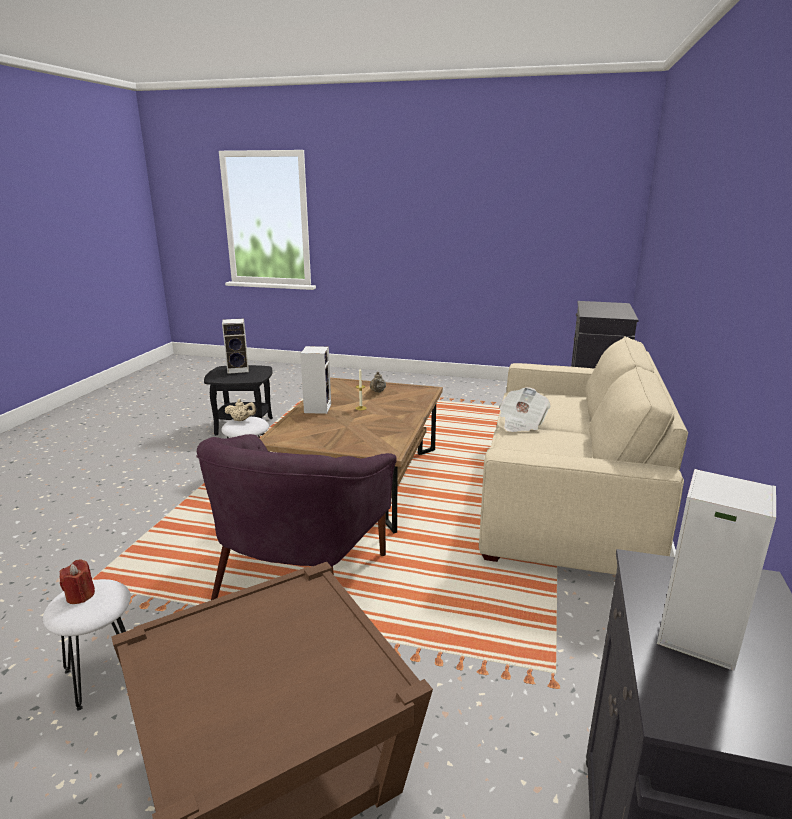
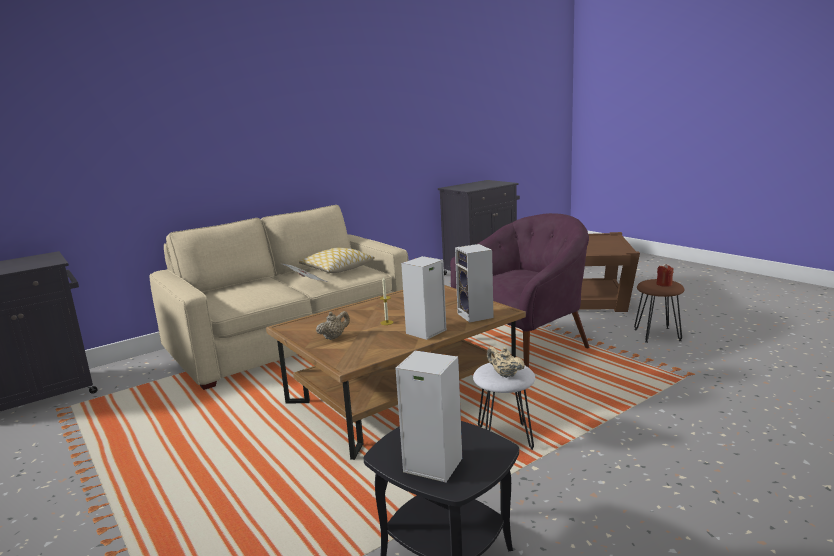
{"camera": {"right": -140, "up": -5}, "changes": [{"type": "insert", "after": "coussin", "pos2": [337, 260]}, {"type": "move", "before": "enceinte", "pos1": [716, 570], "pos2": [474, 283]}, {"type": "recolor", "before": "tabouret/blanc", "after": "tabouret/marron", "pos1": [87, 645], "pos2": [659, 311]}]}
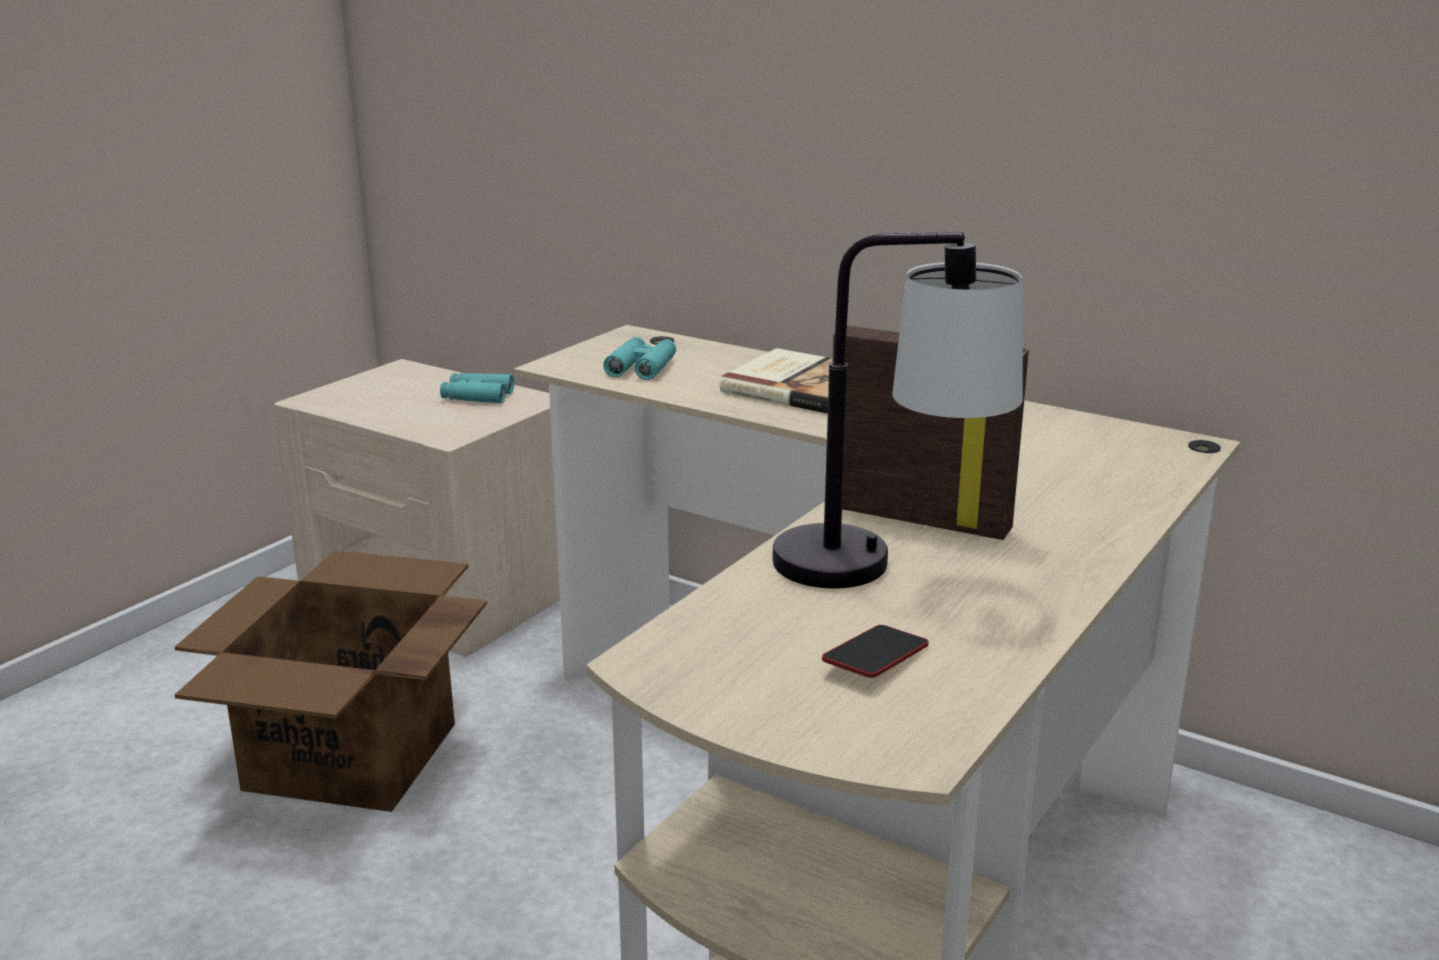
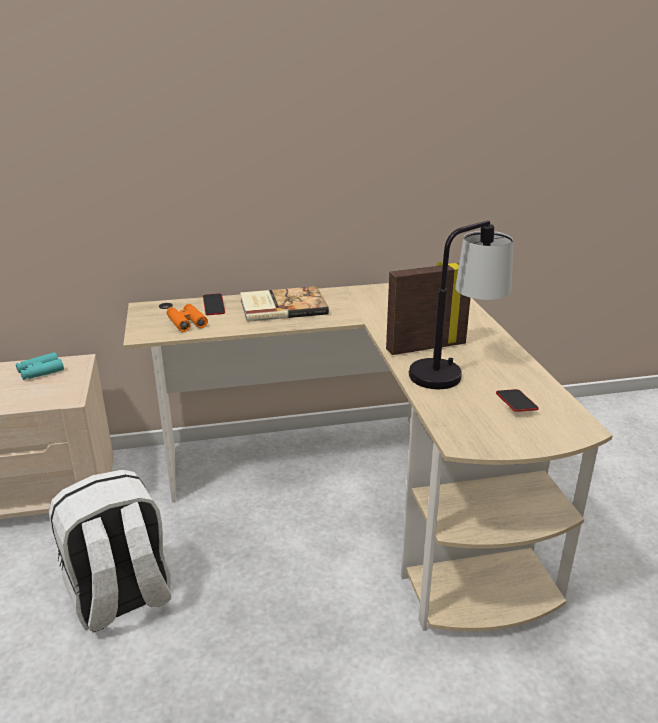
{"camera": {"right": -45, "up": 5}, "changes": [{"type": "replace", "before": "carton", "after": "sac à dos/blanc", "pos1": [331, 681], "pos2": [110, 551]}, {"type": "recolor", "before": "jumelles/turquoise", "after": "jumelles/orange", "pos1": [639, 358], "pos2": [187, 318]}, {"type": "insert", "after": "téléphone", "pos2": [214, 304]}]}
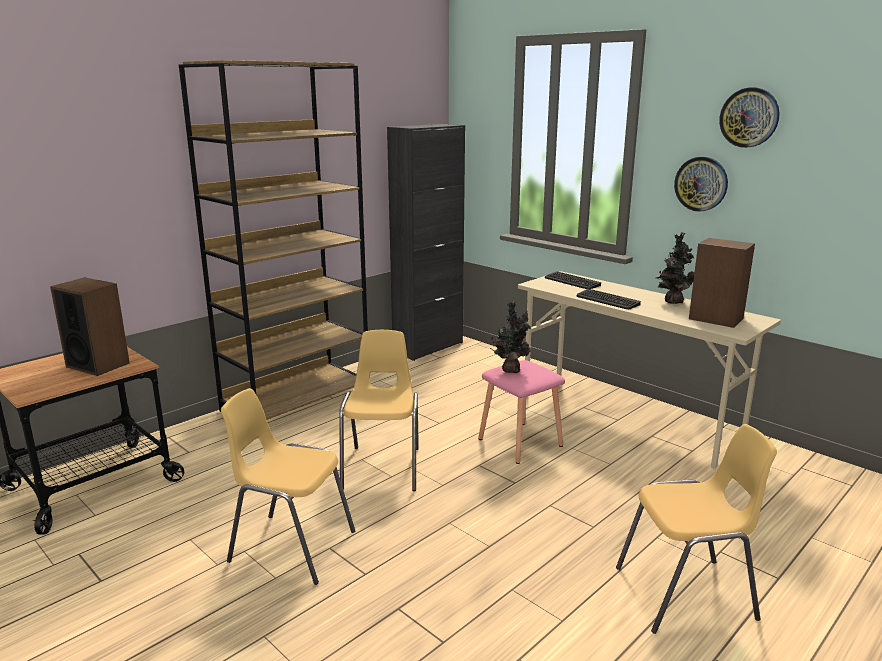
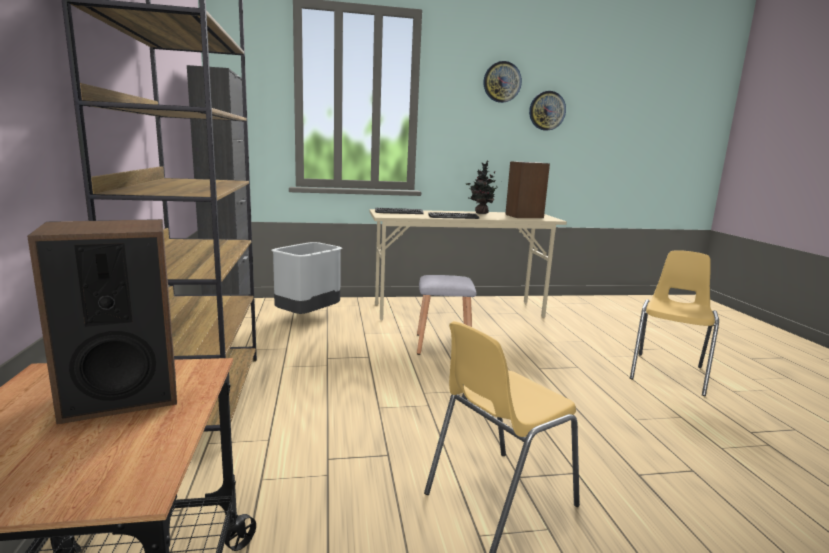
{"camera": {"right": -55, "up": -5}, "changes": [{"type": "insert", "after": "poubelle/gris", "pos2": [306, 278]}, {"type": "recolor", "before": "tabouret/rose", "after": "tabouret/gris", "pos1": [521, 412], "pos2": [446, 315]}, {"type": "move", "before": "horloge murale", "pos1": [701, 184], "pos2": [547, 111]}, {"type": "delete", "before": "chaise/jaune", "pos1": [379, 410]}, {"type": "delete", "before": "plante en pot", "pos1": [510, 337]}]}
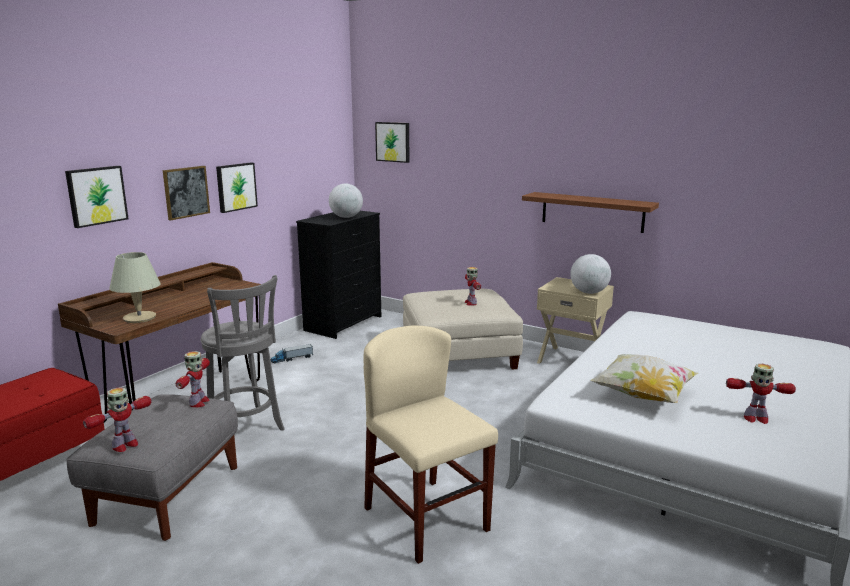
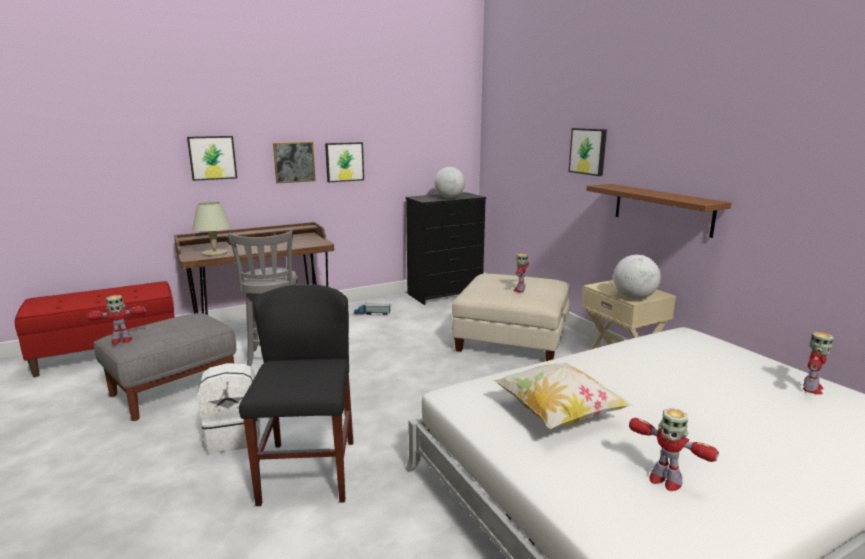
{"camera": {"right": 30, "up": 0}, "changes": [{"type": "insert", "after": "sac à dos/blanc", "pos2": [228, 408]}, {"type": "recolor", "before": "chaise/beige", "after": "chaise/noir", "pos1": [431, 444], "pos2": [296, 395]}, {"type": "move", "before": "tableau", "pos1": [392, 142], "pos2": [588, 152]}, {"type": "move", "before": "robot jouet", "pos1": [193, 379], "pos2": [818, 363]}]}
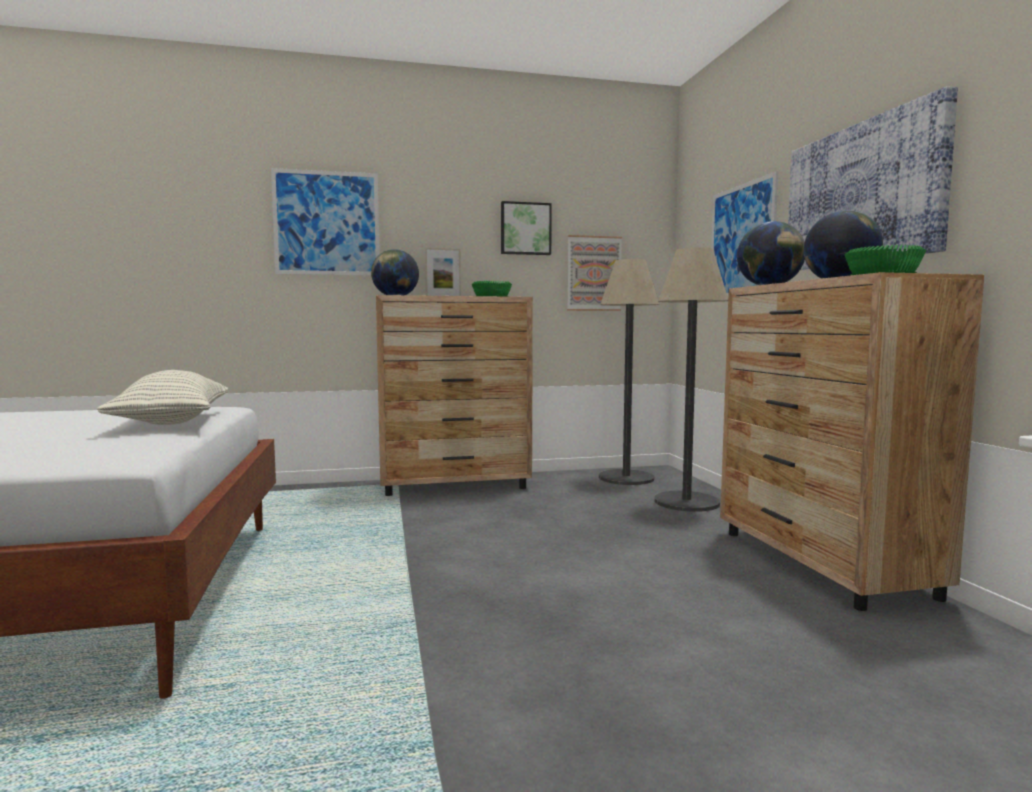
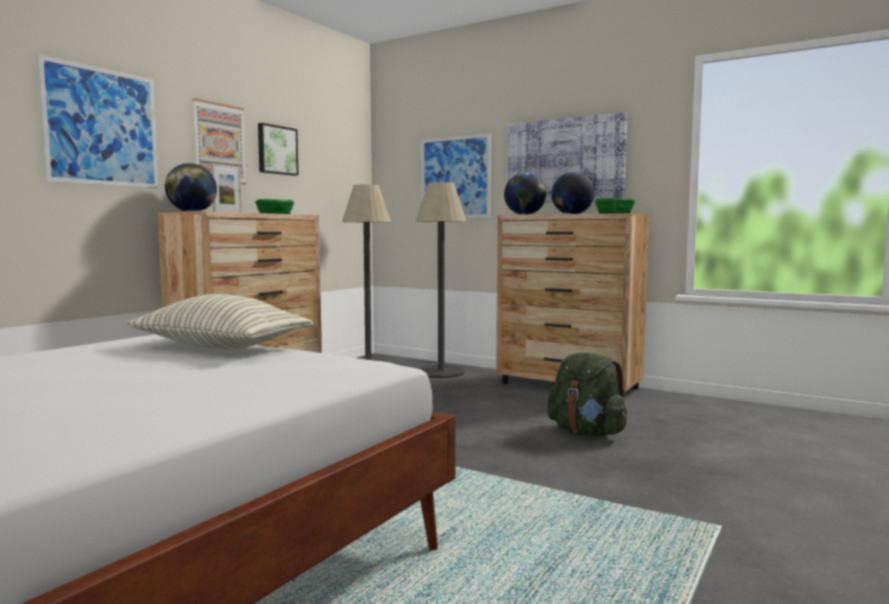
{"camera": {"right": -45, "up": 0}, "changes": [{"type": "move", "before": "tableau", "pos1": [594, 273], "pos2": [219, 141]}, {"type": "insert", "after": "sac à dos/vert", "pos2": [587, 395]}]}
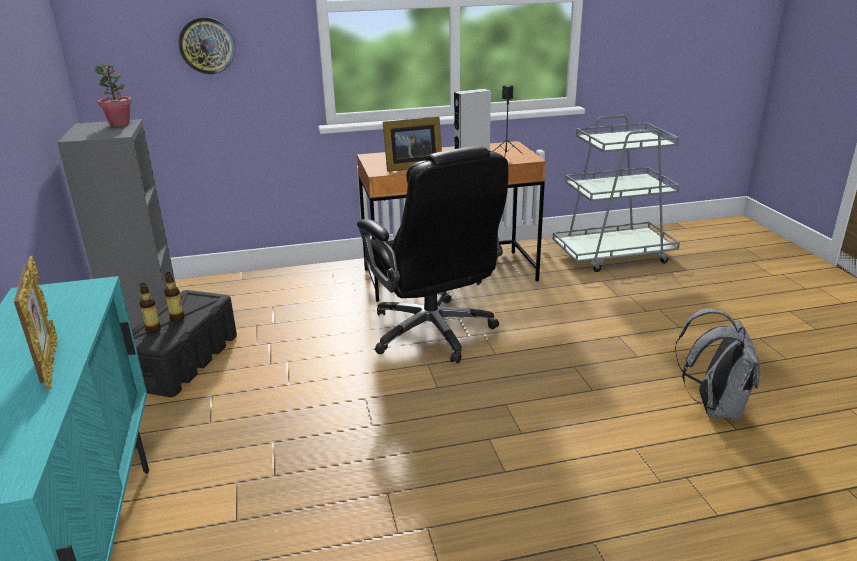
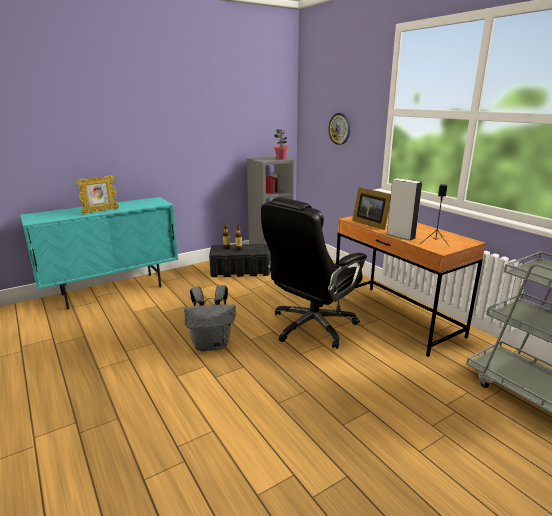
{"camera": {"right": 70, "up": -5}, "changes": [{"type": "move", "before": "sac à dos/gris", "pos1": [717, 364], "pos2": [210, 318]}]}
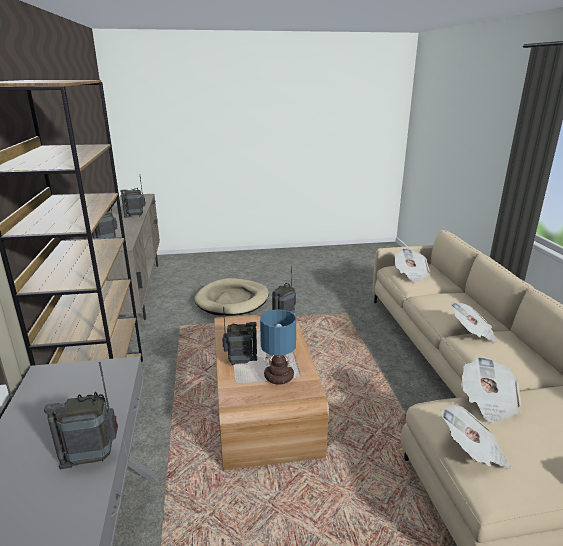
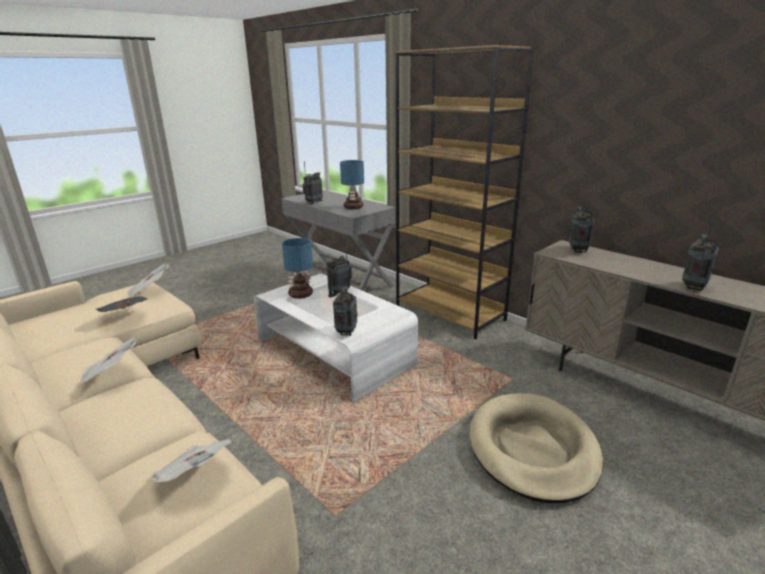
{"camera": {"right": 145, "up": 0}, "changes": [{"type": "recolor", "before": "table basse/marron", "after": "table basse/blanc", "pos1": [271, 391], "pos2": [336, 337]}, {"type": "insert", "after": "lampe de table", "pos2": [352, 184]}]}
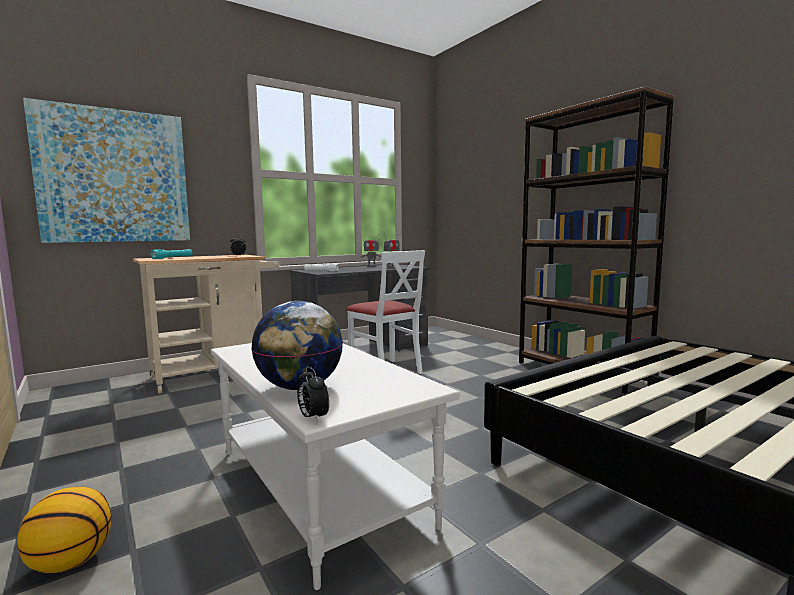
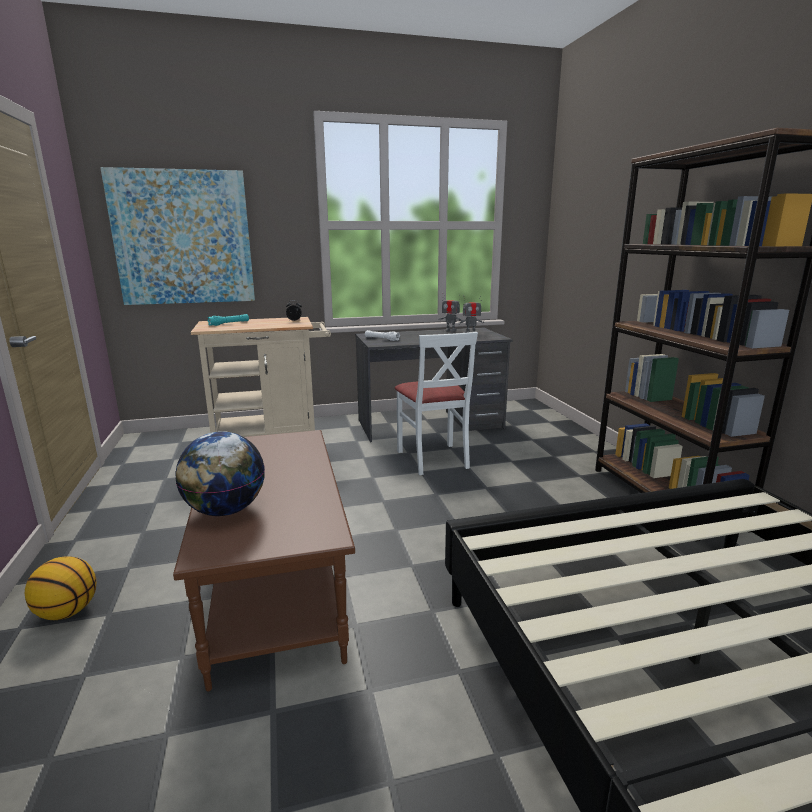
{"camera": {"right": 20, "up": 10}, "changes": [{"type": "recolor", "before": "table basse/blanc", "after": "table basse/marron", "pos1": [335, 466], "pos2": [264, 561]}, {"type": "delete", "before": "réveil", "pos1": [313, 395]}]}
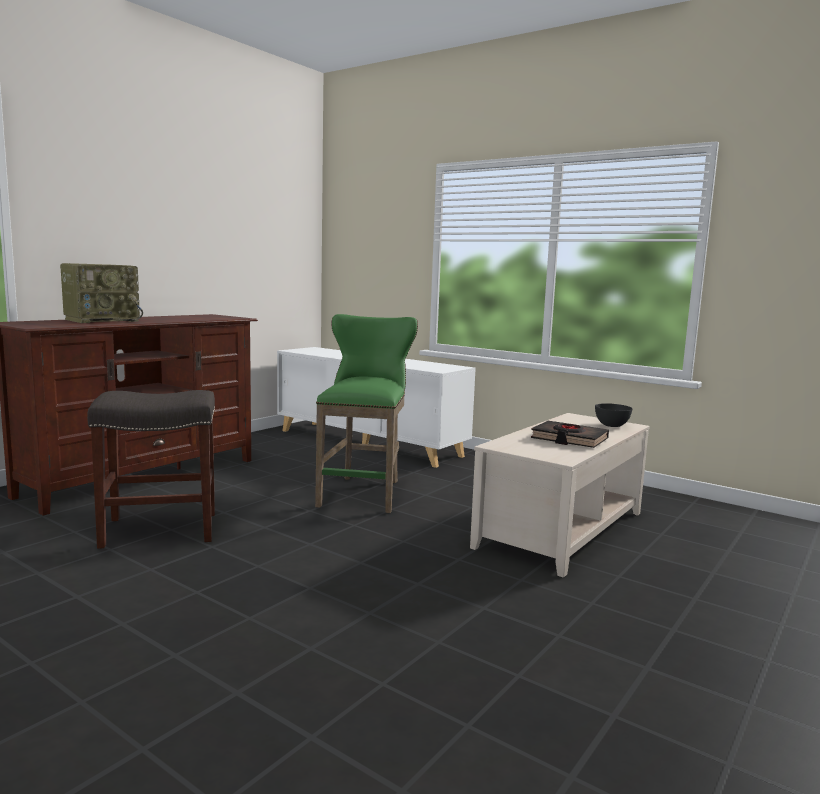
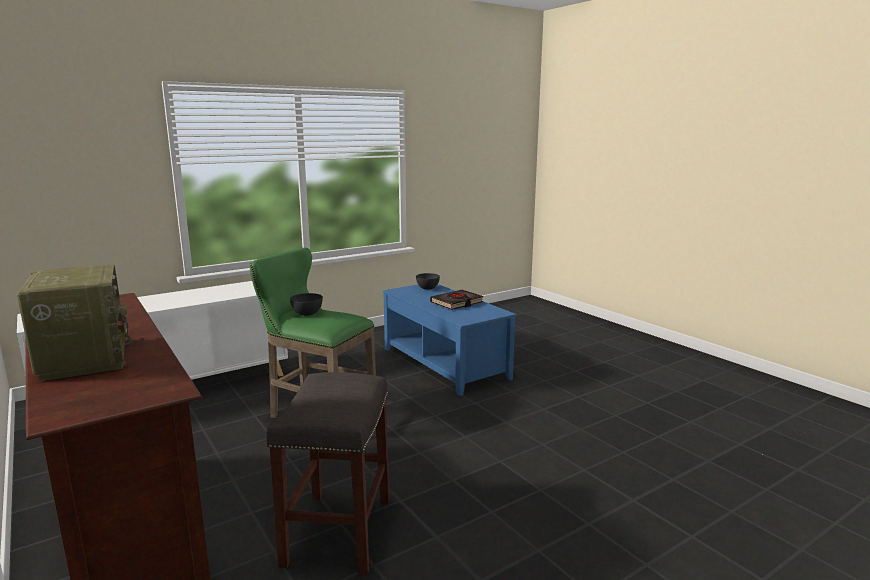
{"camera": {"right": -70, "up": 5}, "changes": [{"type": "insert", "after": "bol/gris", "pos2": [306, 304]}, {"type": "recolor", "before": "table basse/beige", "after": "table basse/bleu", "pos1": [560, 495], "pos2": [449, 340]}]}
